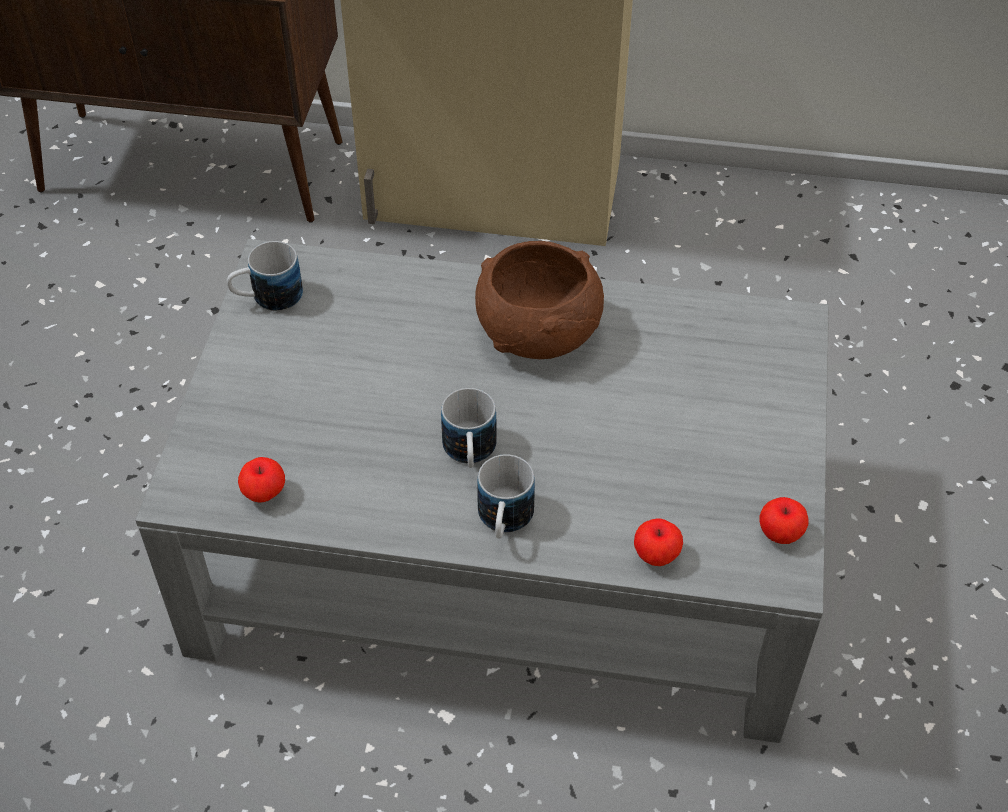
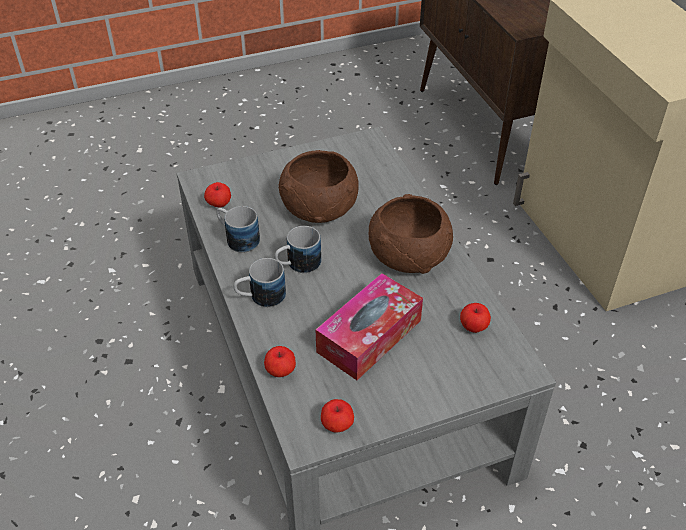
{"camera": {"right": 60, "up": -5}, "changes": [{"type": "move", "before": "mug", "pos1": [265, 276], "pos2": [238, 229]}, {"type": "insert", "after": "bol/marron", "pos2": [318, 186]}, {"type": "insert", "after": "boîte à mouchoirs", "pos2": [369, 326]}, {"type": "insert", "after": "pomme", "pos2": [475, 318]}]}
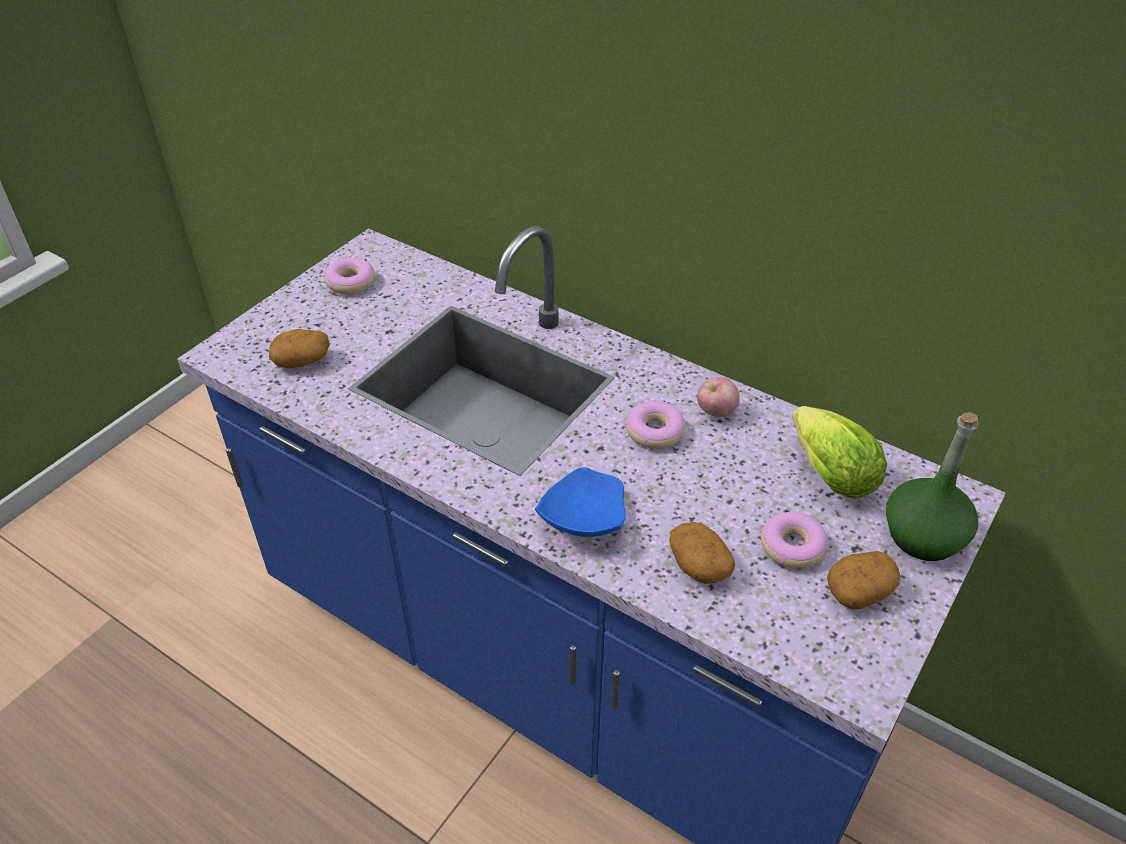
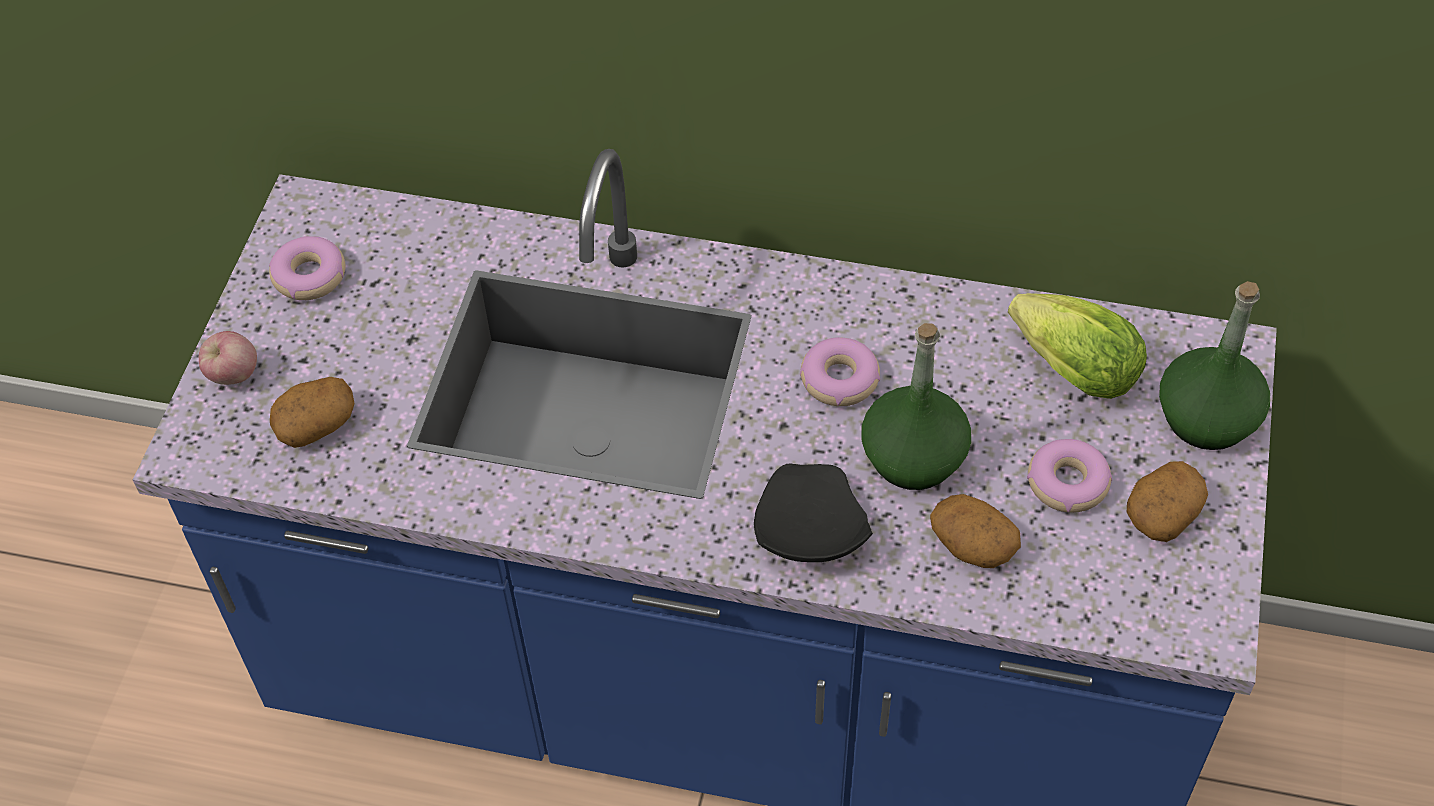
{"camera": {"right": -20, "up": 10}, "changes": [{"type": "move", "before": "pomme", "pos1": [718, 397], "pos2": [228, 358]}, {"type": "recolor", "before": "assiette/bleu", "after": "assiette/noir", "pos1": [580, 502], "pos2": [813, 513]}, {"type": "insert", "after": "bouteille/vert", "pos2": [916, 406]}]}
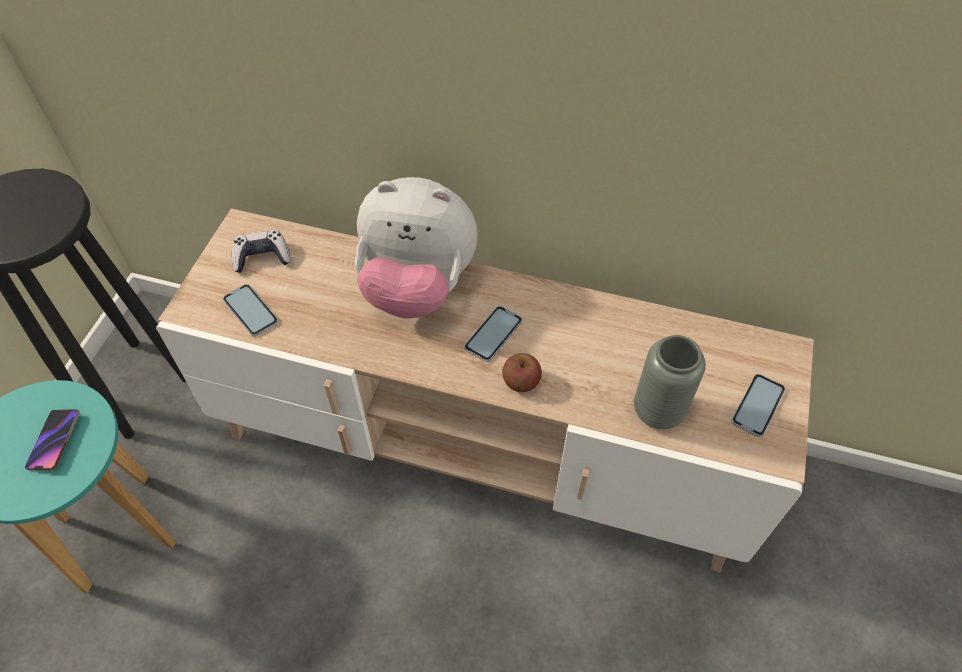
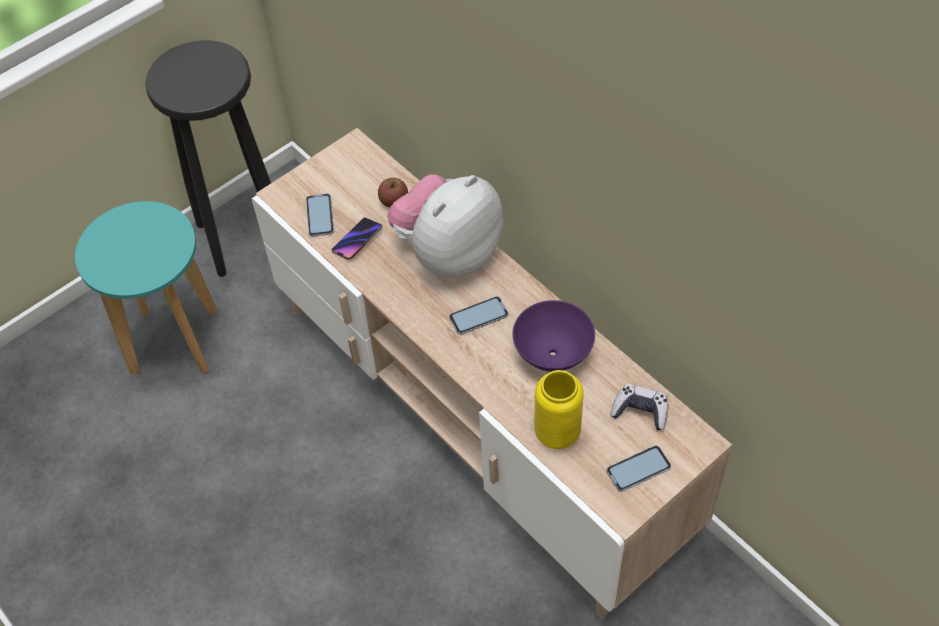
{"camera": {"right": 35, "up": 0}, "changes": [{"type": "move", "before": "téléphone", "pos1": [52, 440], "pos2": [357, 238]}, {"type": "move", "before": "pomme", "pos1": [522, 372], "pos2": [393, 193]}, {"type": "rotate", "before": "peluche", "pos1": [416, 248], "pos2": [445, 225], "turn": 90}, {"type": "insert", "after": "bol/violet", "pos2": [553, 336]}, {"type": "recolor", "before": "vase/gris", "after": "vase/jaune", "pos1": [670, 382], "pos2": [559, 409]}, {"type": "move", "before": "manette", "pos1": [261, 251], "pos2": [639, 407]}]}
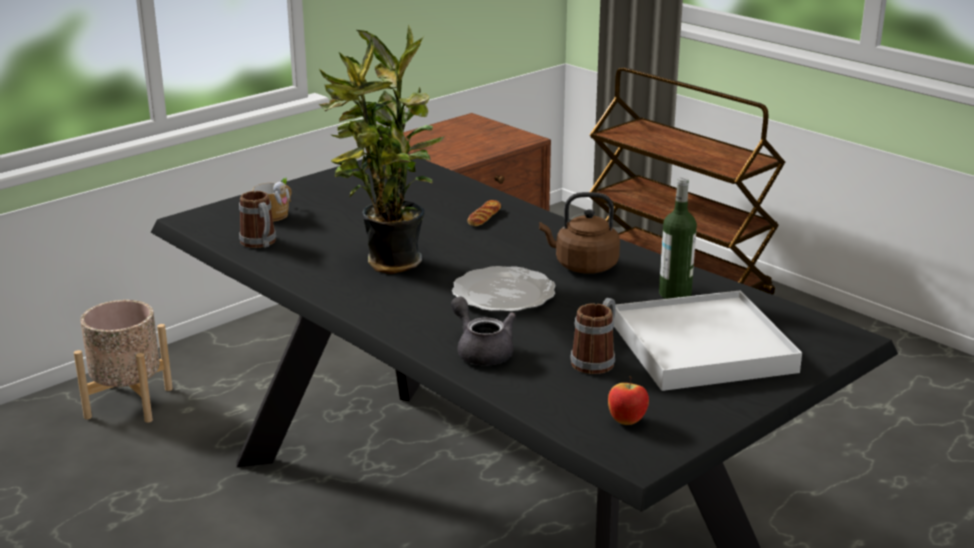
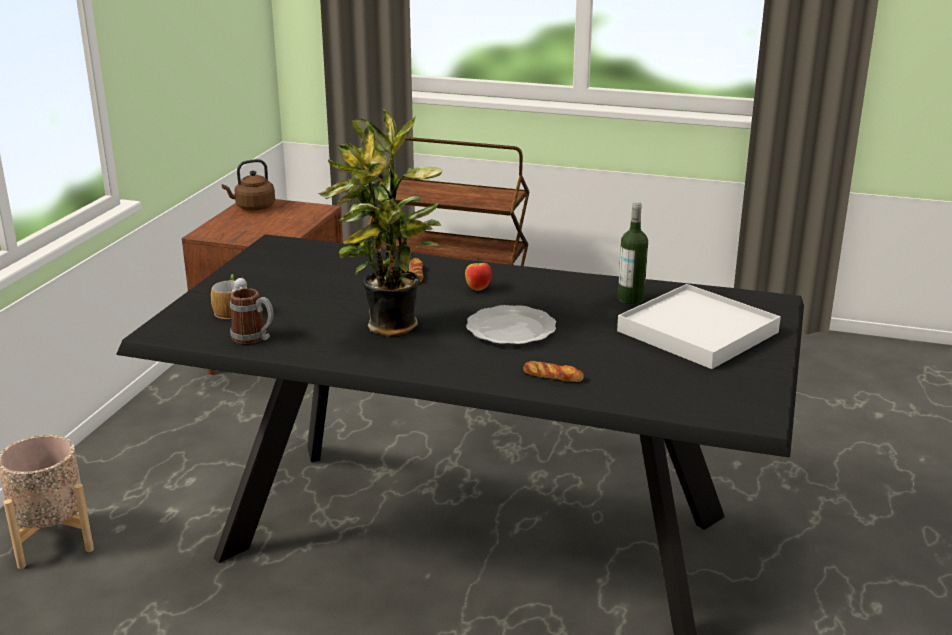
{"camera": {"right": -30, "up": 0}, "changes": [{"type": "move", "before": "bouilloire/marron", "pos1": [579, 233], "pos2": [248, 184]}, {"type": "move", "before": "pomme", "pos1": [628, 400], "pos2": [478, 274]}, {"type": "replace", "before": "théière/gris", "after": "pain", "pos1": [483, 331], "pos2": [553, 371]}, {"type": "delete", "before": "mug", "pos1": [593, 336]}]}
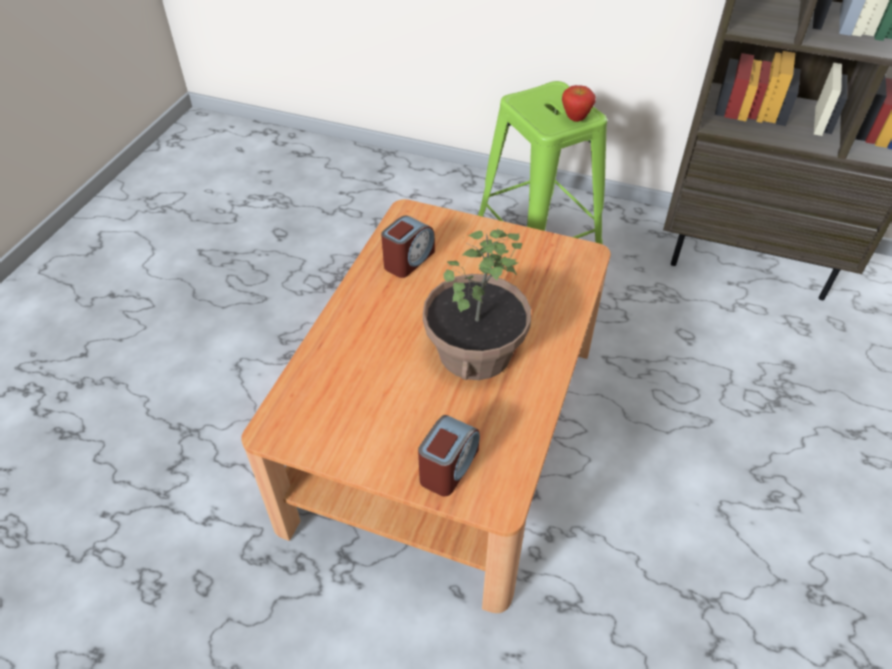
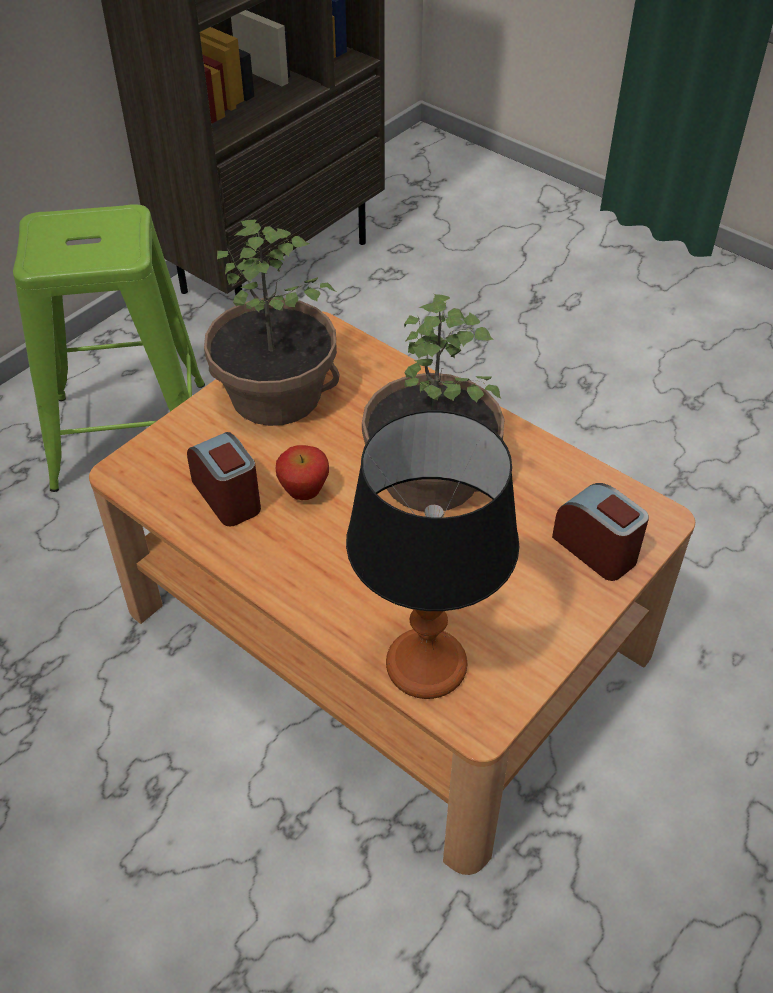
{"camera": {"right": -70, "up": 0}, "changes": [{"type": "insert", "after": "plante en pot", "pos2": [272, 323]}, {"type": "move", "before": "pomme", "pos1": [579, 103], "pos2": [302, 472]}, {"type": "insert", "after": "lampe de table", "pos2": [432, 554]}]}
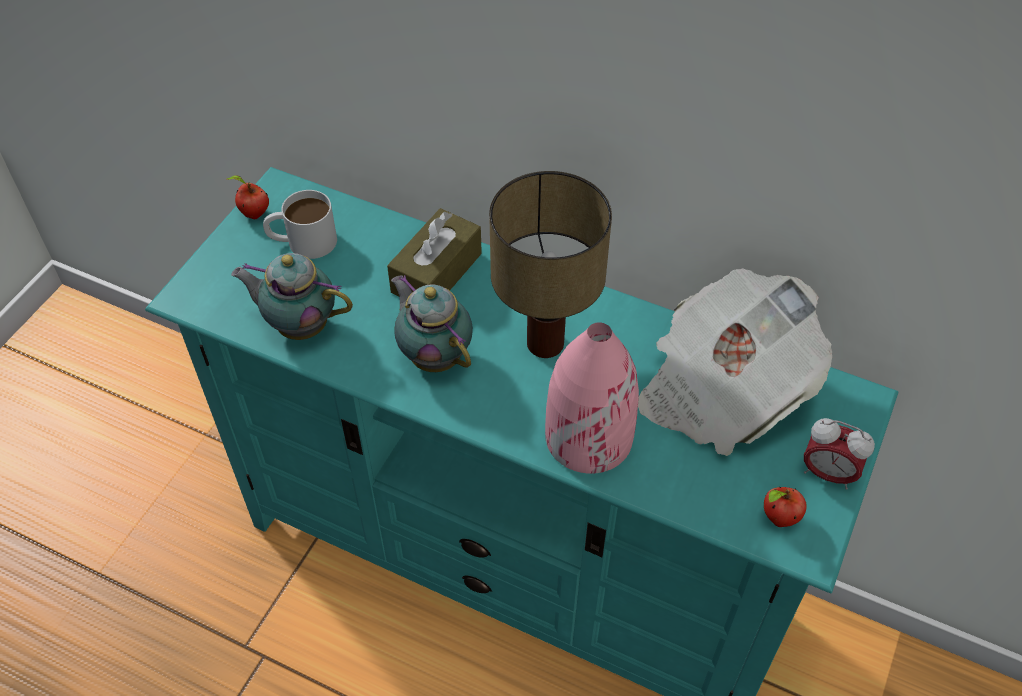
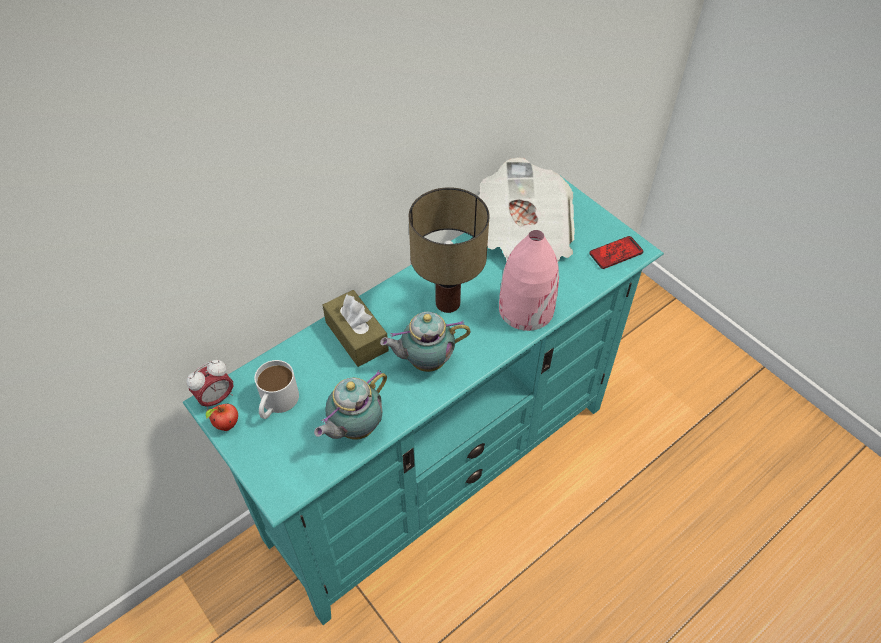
{"camera": {"right": -65, "up": 0}, "changes": [{"type": "move", "before": "réveil", "pos1": [839, 454], "pos2": [210, 385]}, {"type": "replace", "before": "pomme", "after": "téléphone", "pos1": [785, 507], "pos2": [616, 252]}]}
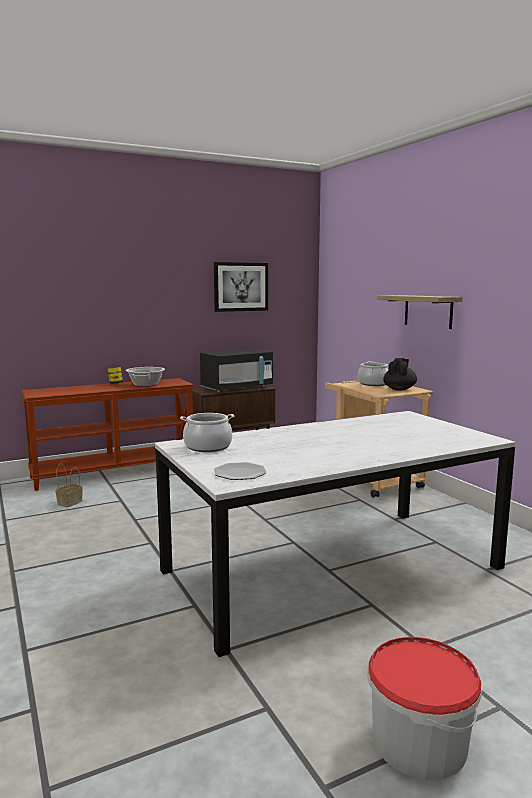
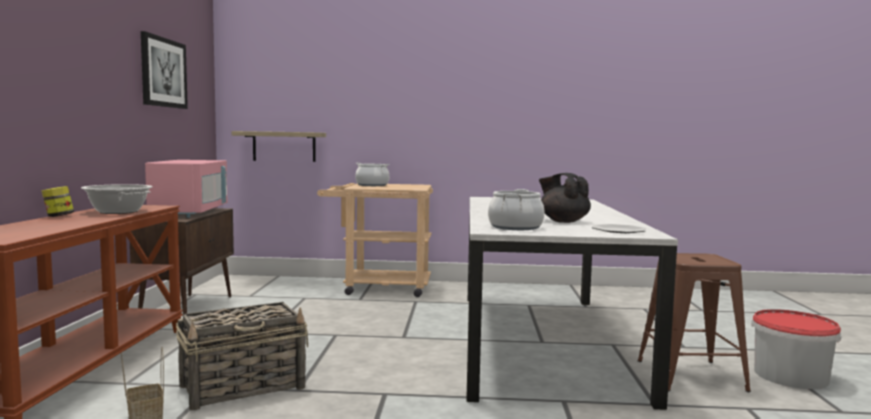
{"camera": {"right": -60, "up": -5}, "changes": [{"type": "recolor", "before": "micro-ondes/noir", "after": "micro-ondes/rose", "pos1": [236, 370], "pos2": [186, 189]}, {"type": "insert", "after": "panier", "pos2": [242, 356]}, {"type": "move", "before": "étagère", "pos1": [420, 312], "pos2": [279, 146]}, {"type": "move", "before": "théière/noir", "pos1": [400, 374], "pos2": [565, 198]}, {"type": "insert", "after": "tabouret/marron", "pos2": [694, 322]}]}
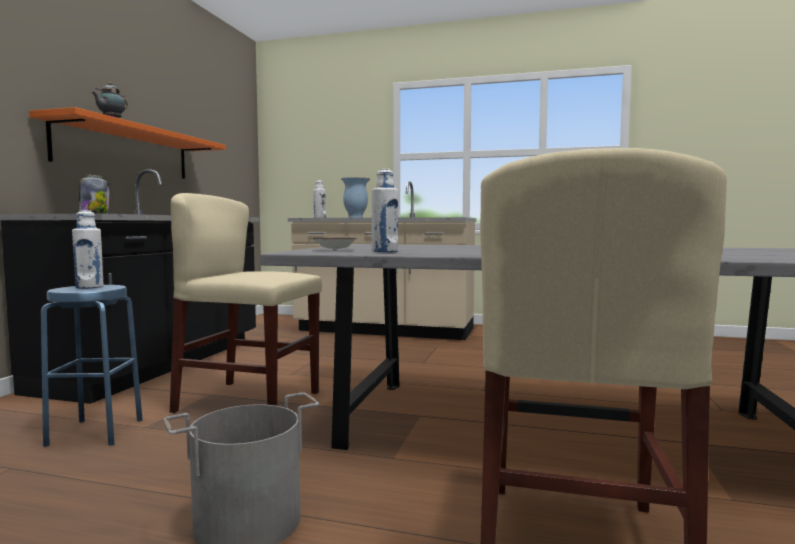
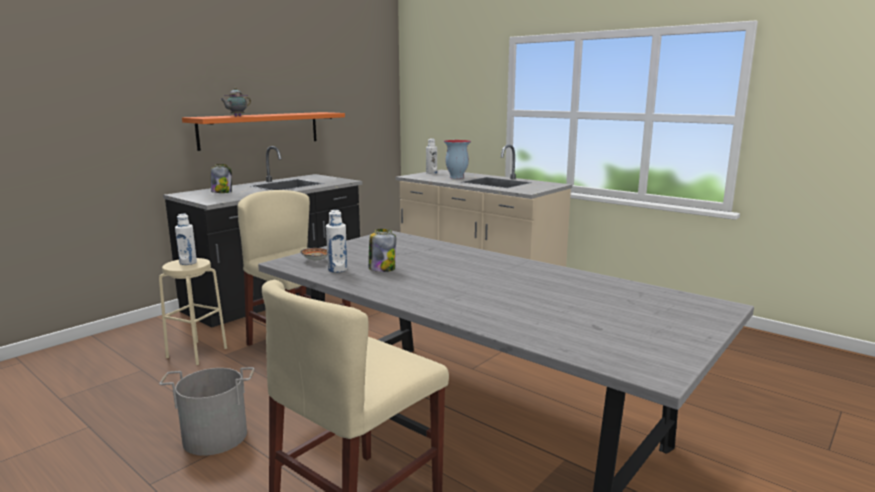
{"camera": {"right": 25, "up": 10}, "changes": [{"type": "recolor", "before": "tabouret/bleu", "after": "tabouret/beige", "pos1": [92, 366], "pos2": [193, 311]}, {"type": "insert", "after": "bocal", "pos2": [382, 250]}]}
